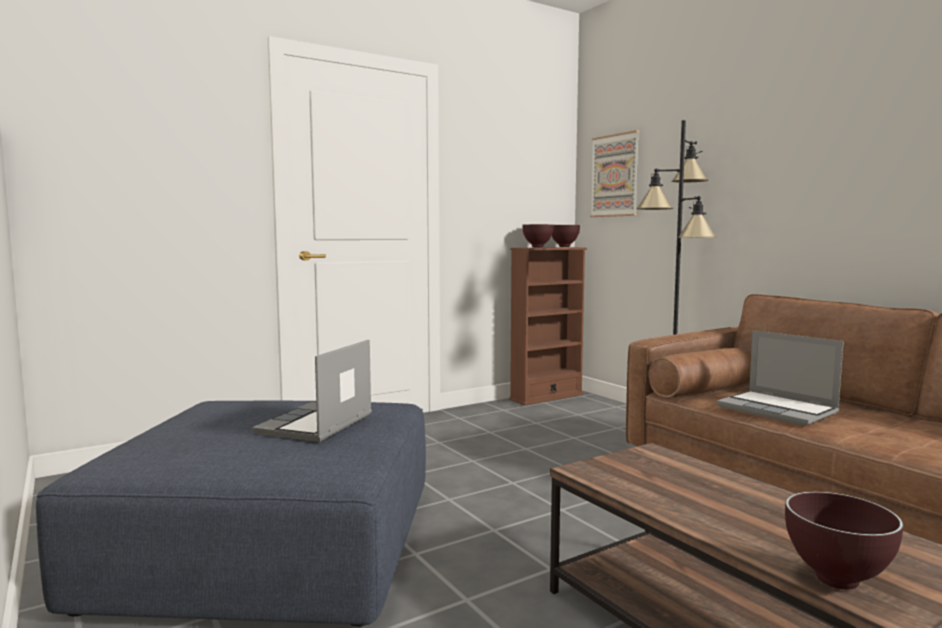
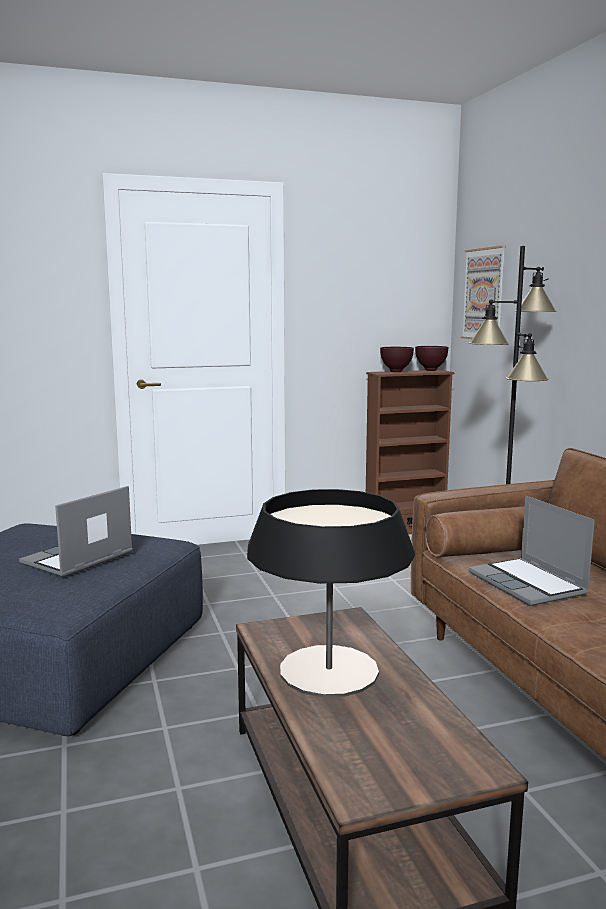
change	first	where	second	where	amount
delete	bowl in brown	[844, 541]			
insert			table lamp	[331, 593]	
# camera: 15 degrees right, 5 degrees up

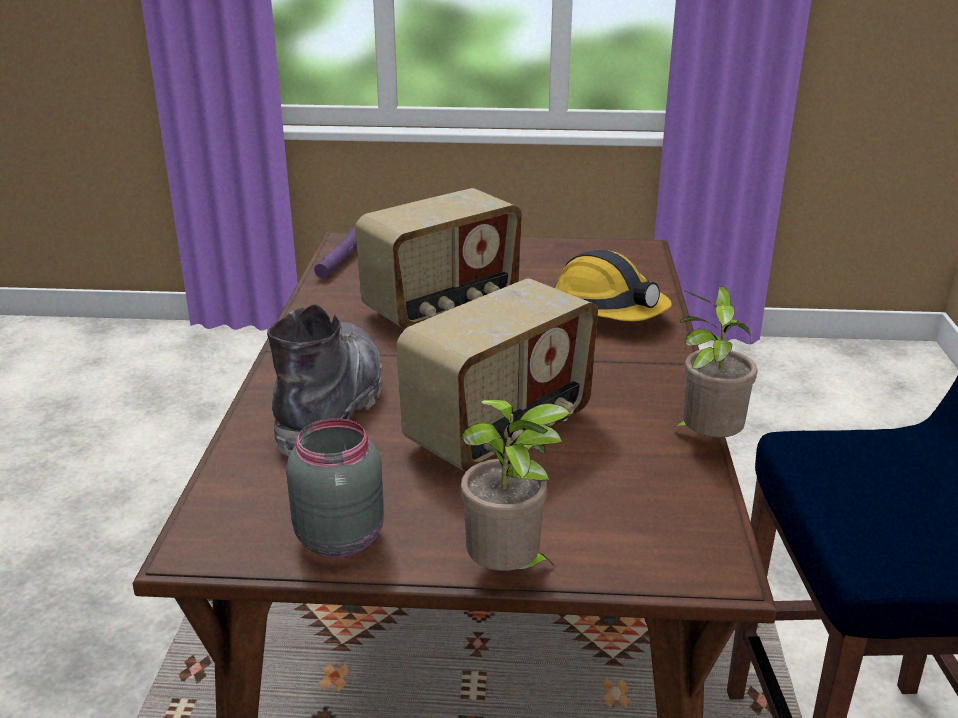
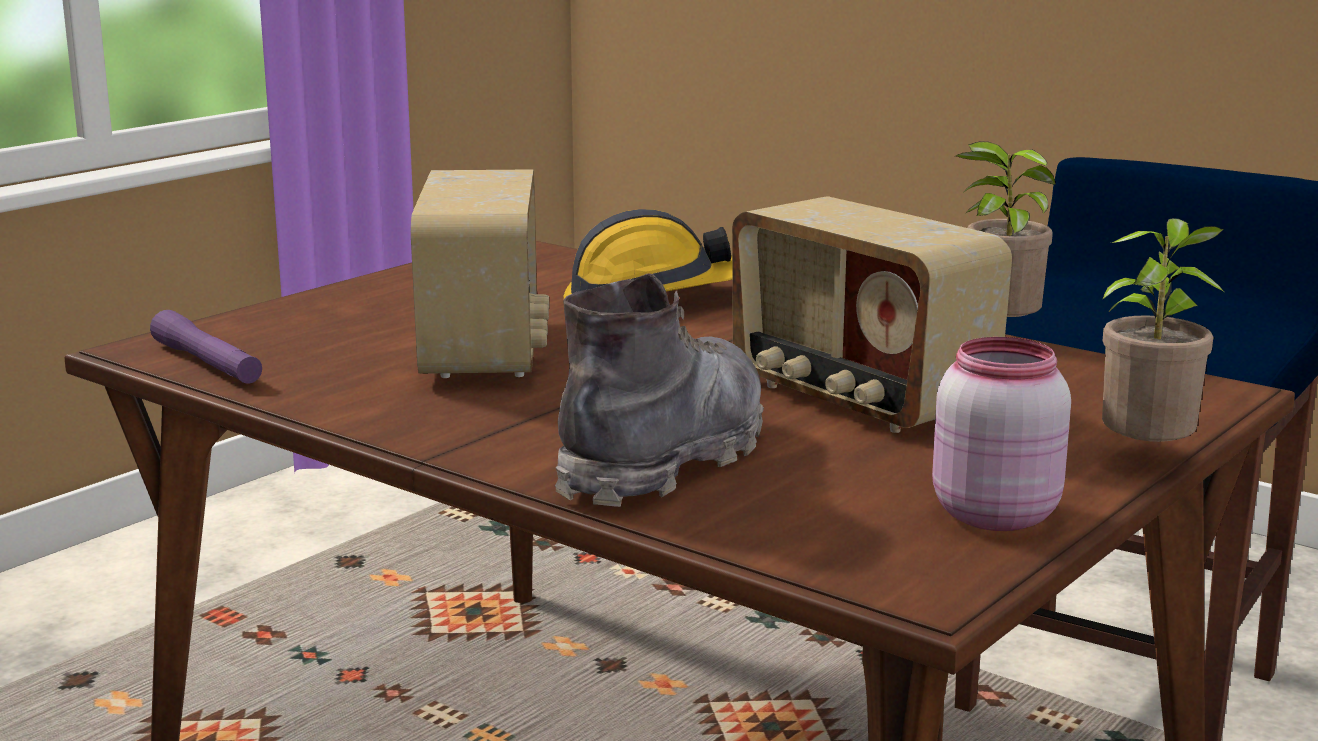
change	first	where	second	where	amount
rotate	boot in grey	[324, 380]		[659, 390]	75 degrees clockwise
recolor	jar in grey	[335, 488]	jar in pink	[1001, 434]	
rotate	radio	[497, 375]		[872, 314]	150 degrees clockwise
# camera: 55 degrees left, 10 degrees down

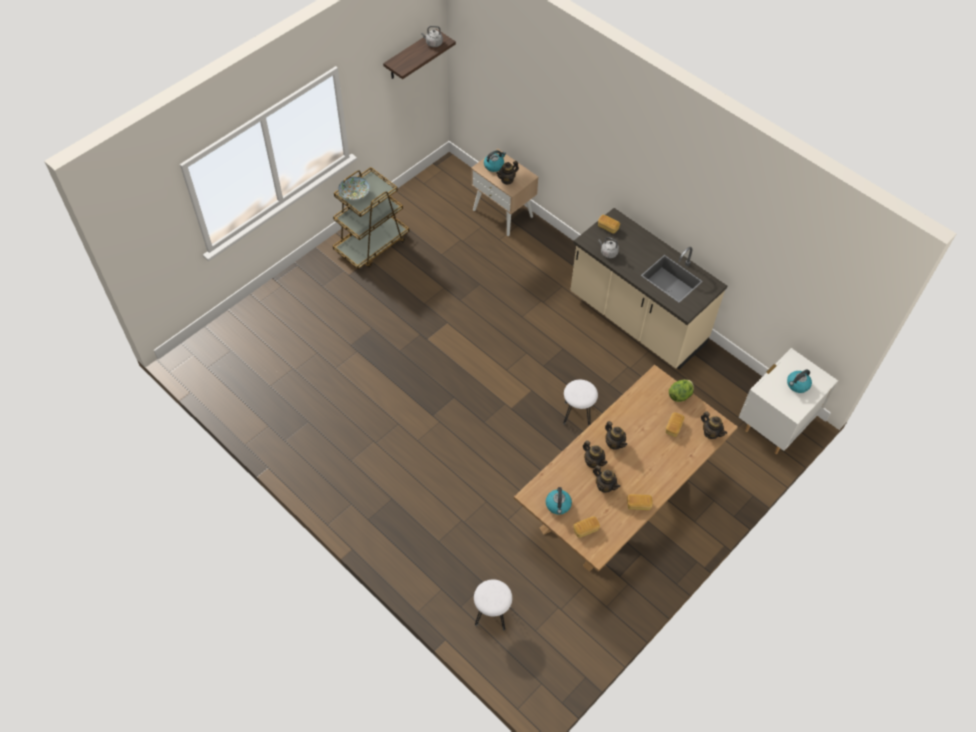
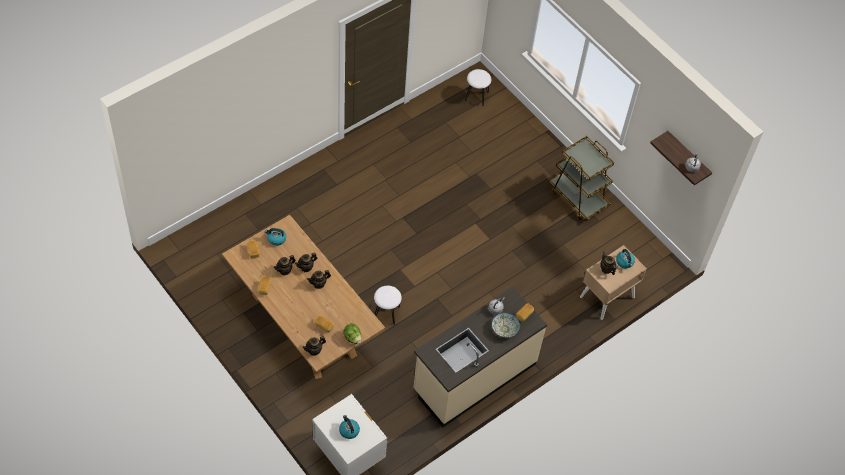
change	first	where	second	where	amount
move	bowl	[354, 188]		[506, 325]	
move	stool in white	[493, 604]		[478, 88]	
# camera: 95 degrees right, 0 degrees up

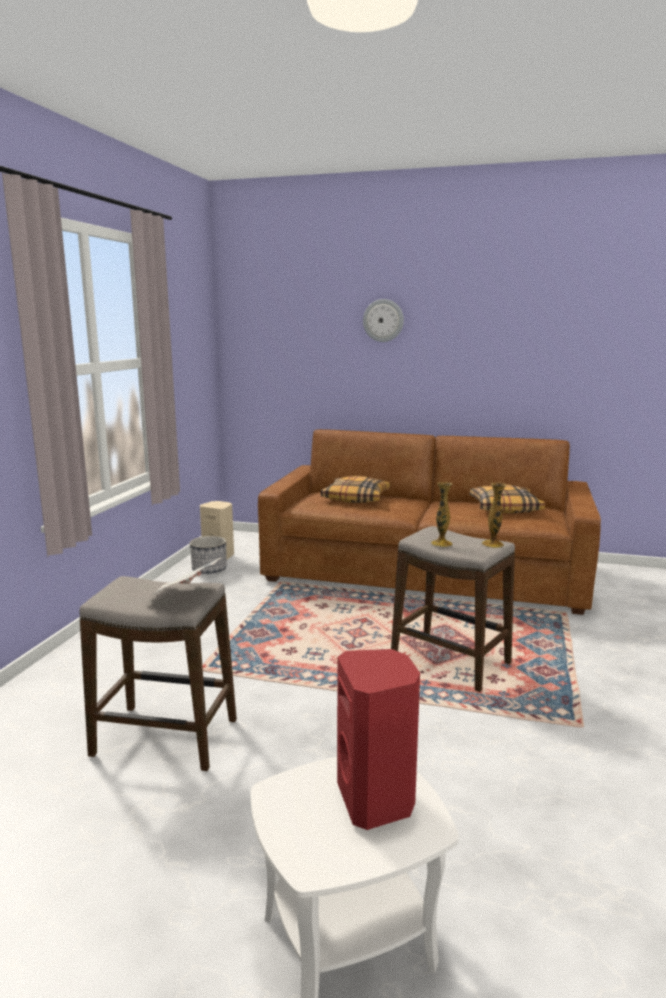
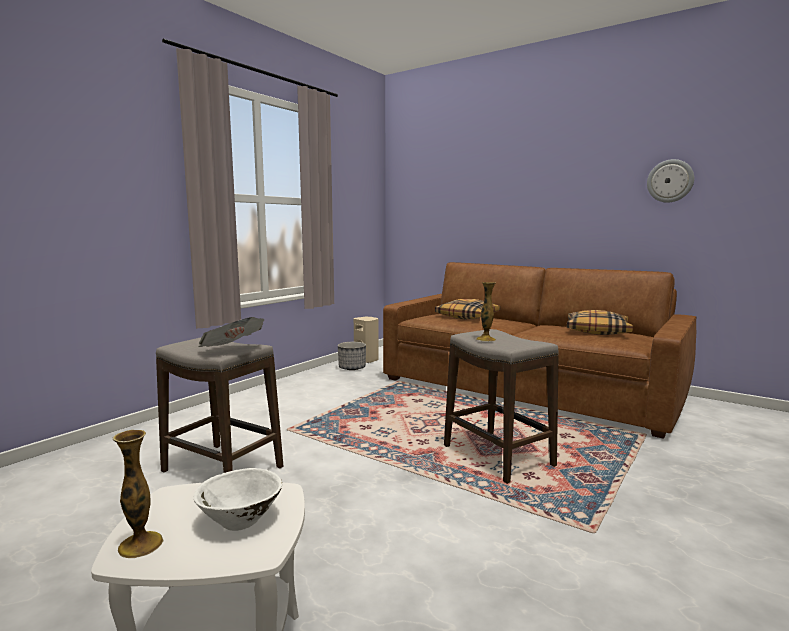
change	first	where	second	where	amount
replace	speaker in red	[378, 739]	bowl in white	[238, 499]	
move	wall clock	[383, 320]		[670, 181]	
move	vase	[494, 515]		[138, 494]	
# camera: 20 degrees right, 5 degrees down

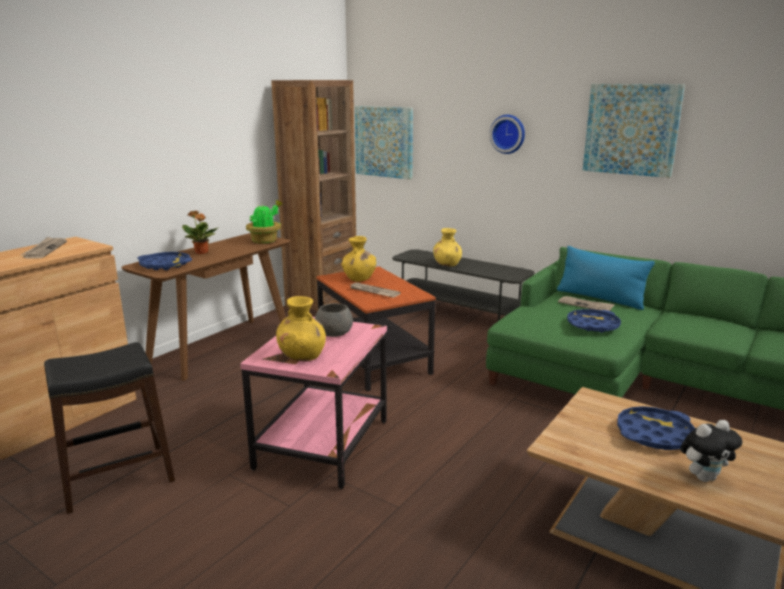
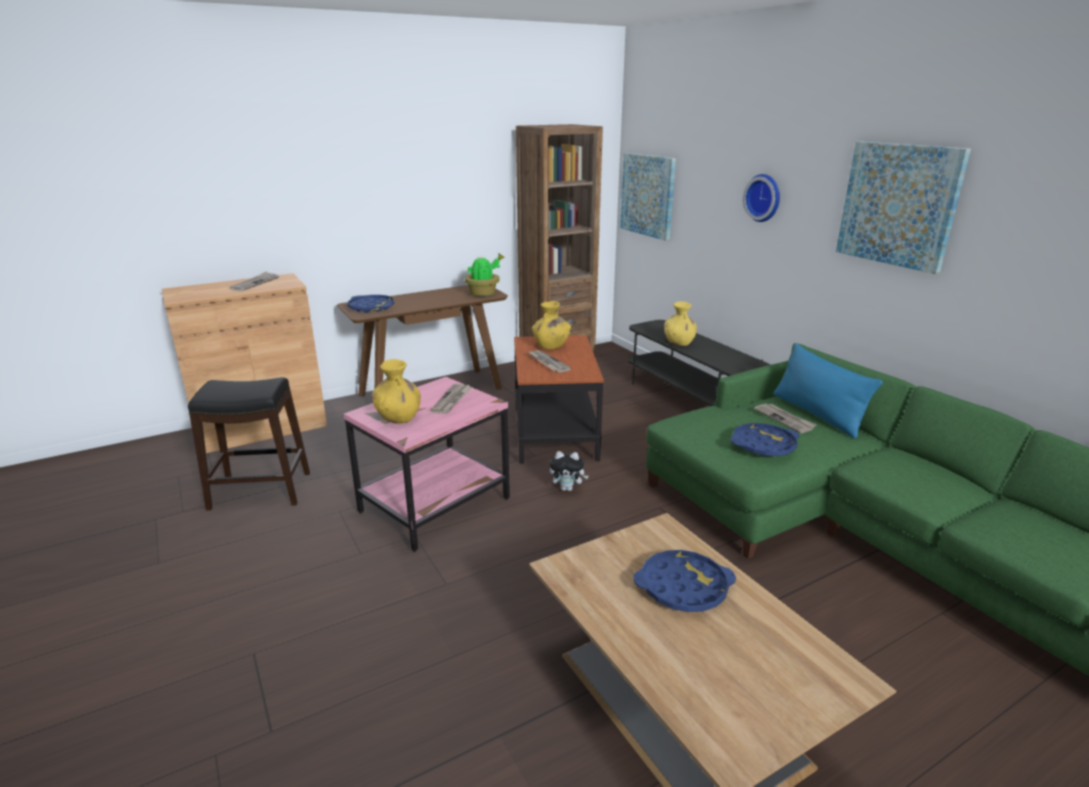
change	first	where	second	where	amount
delete	potted plant	[200, 232]			
replace	bowl in grey	[334, 320]	newspaper	[451, 399]	
move	plush toy	[711, 451]		[569, 471]	
# camera: 25 degrees right, 5 degrees up

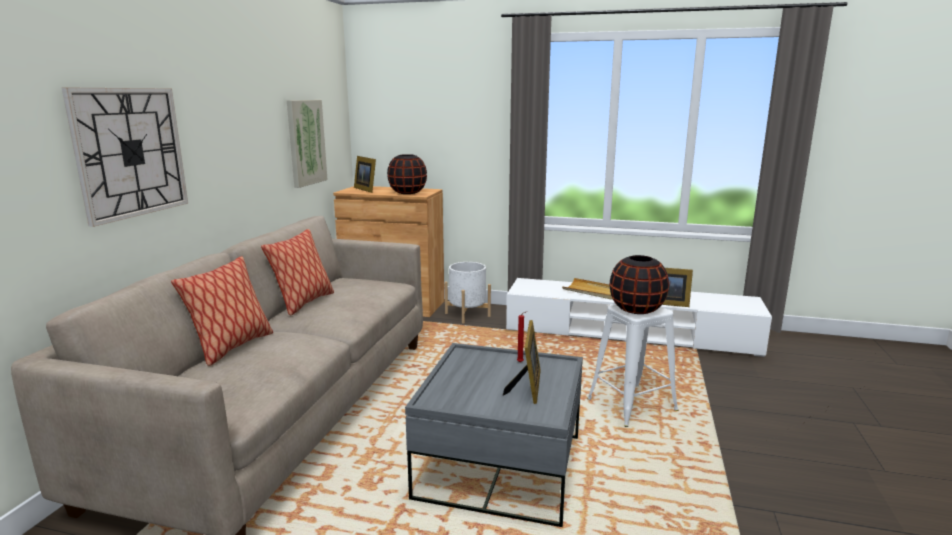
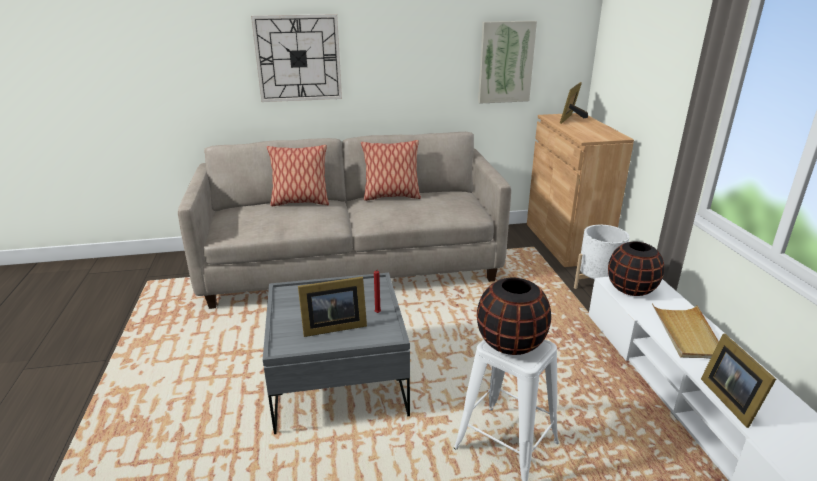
change	first	where	second	where	amount
move	vase in black	[407, 174]		[636, 269]	
# camera: 65 degrees right, 10 degrees up

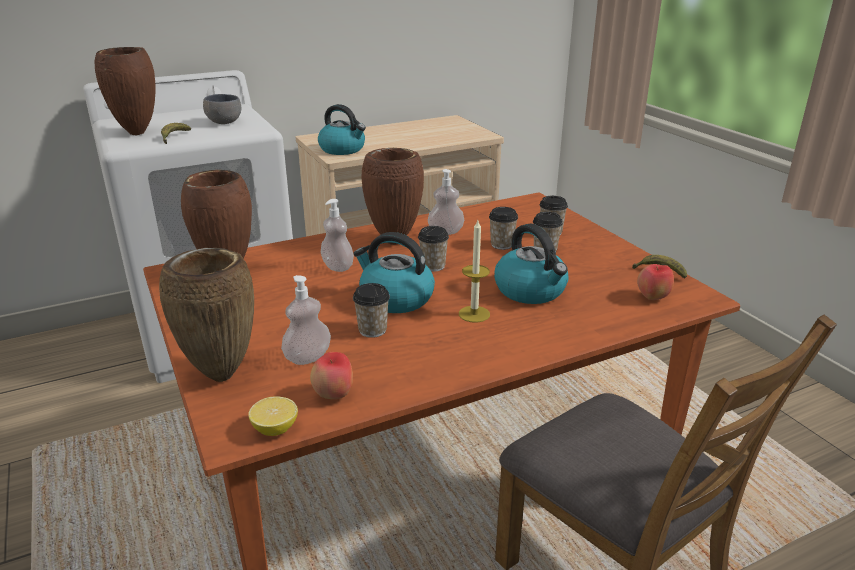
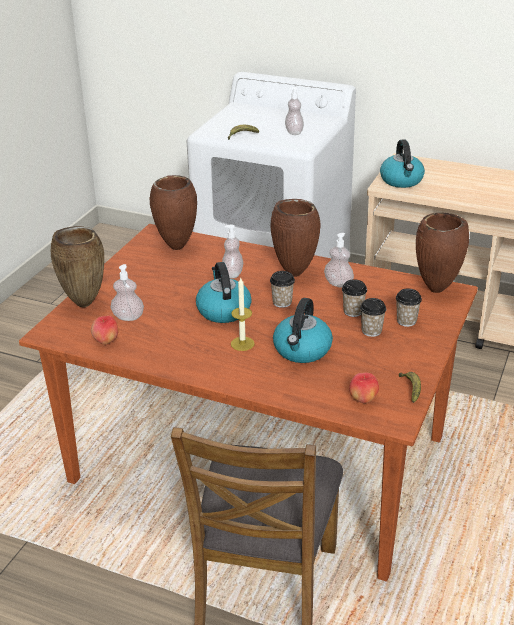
change	first	where	second	where	amount
move	vase in brown	[124, 91]		[442, 253]	
replace	bowl in grey	[222, 109]	soap dispenser	[294, 111]	
delete	lemon	[273, 416]			
delete	cup	[371, 310]			
# camera: 50 degrees right, 5 degrees up

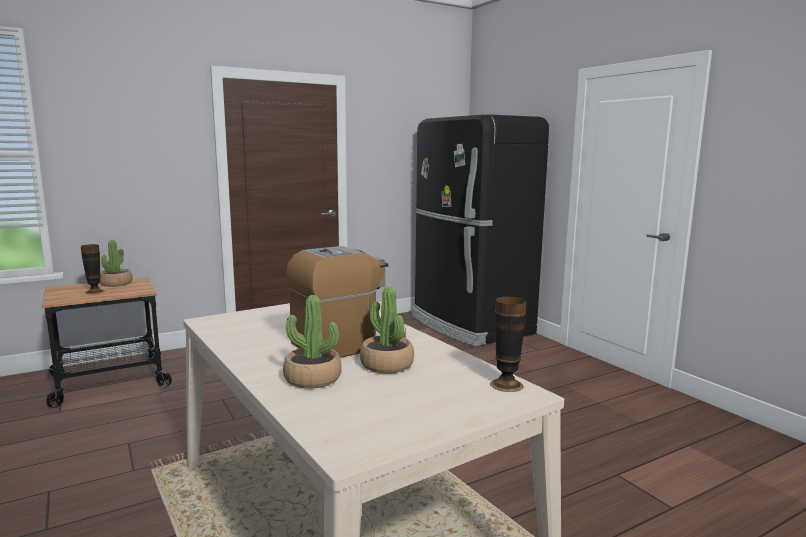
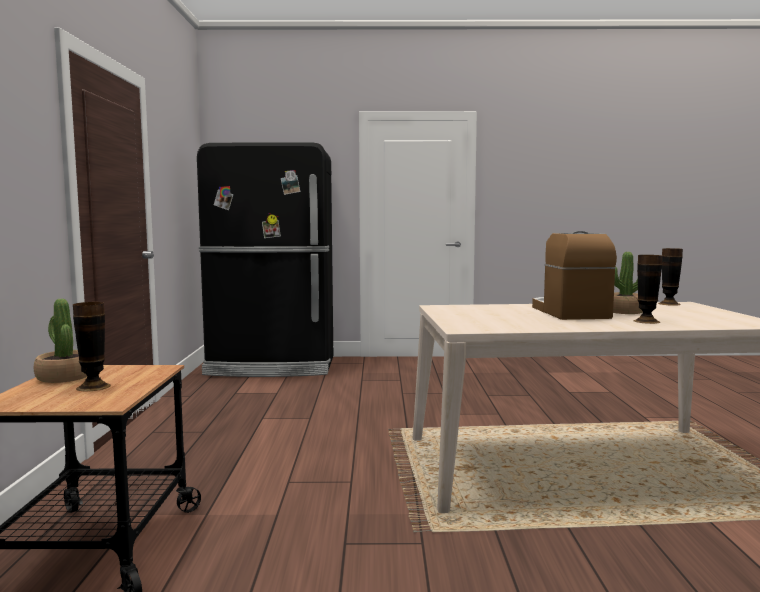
change	first	where	second	where	amount
replace	potted plant	[312, 342]	vase	[647, 289]	
# camera: 60 degrees left, 5 degrees down

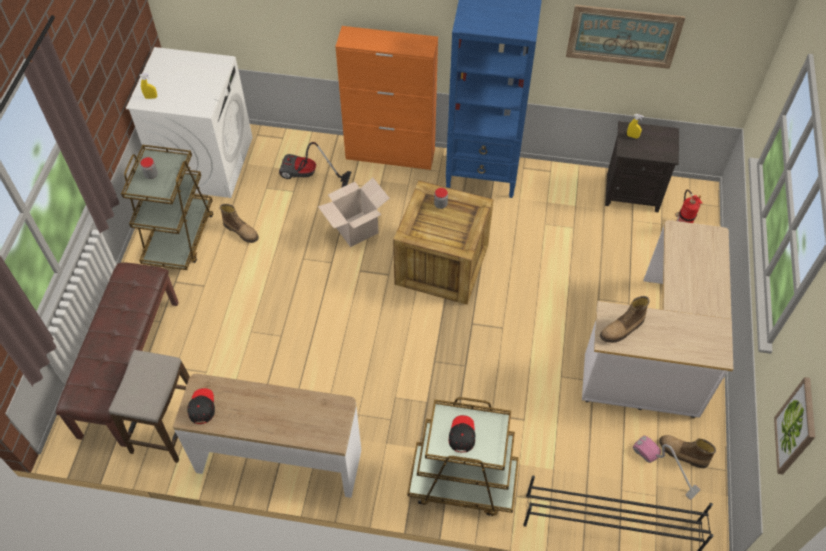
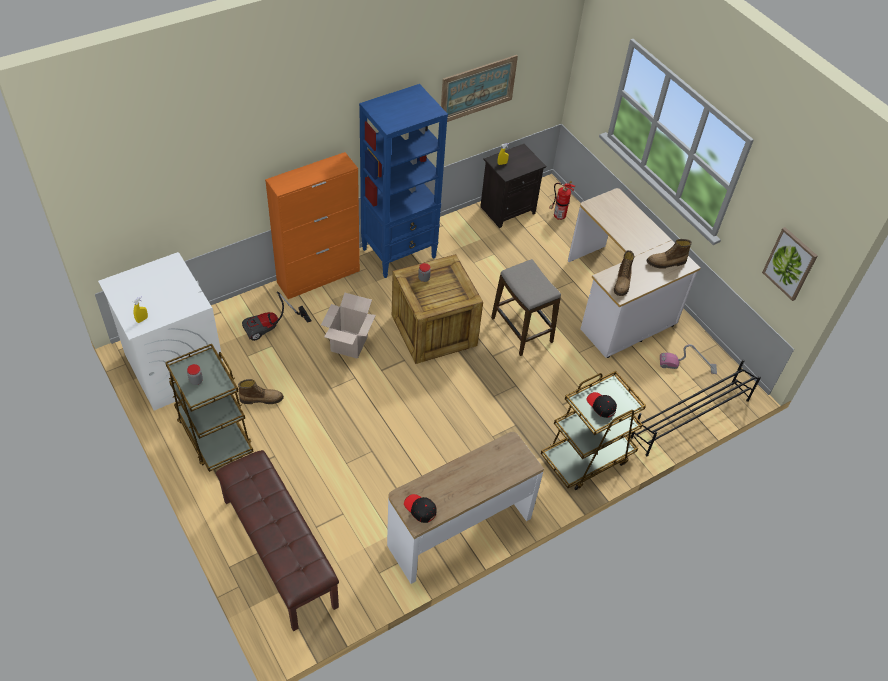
change	first	where	second	where	amount
move	stool	[149, 406]		[526, 307]	
move	boot	[687, 451]		[669, 254]	
# camera: 45 degrees left, 5 degrees down

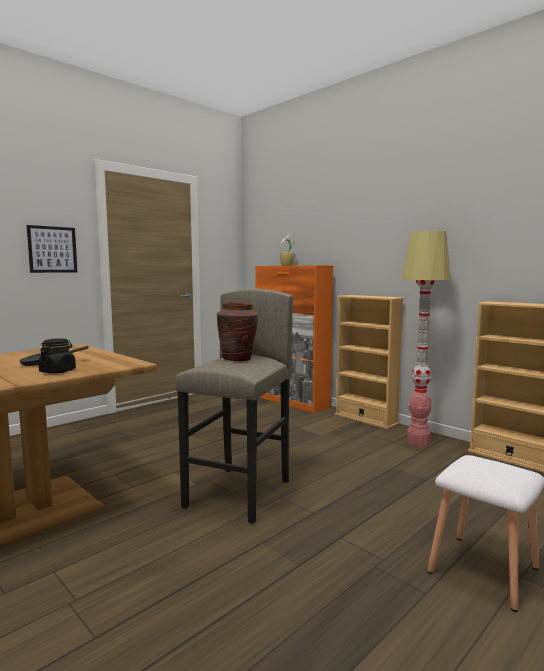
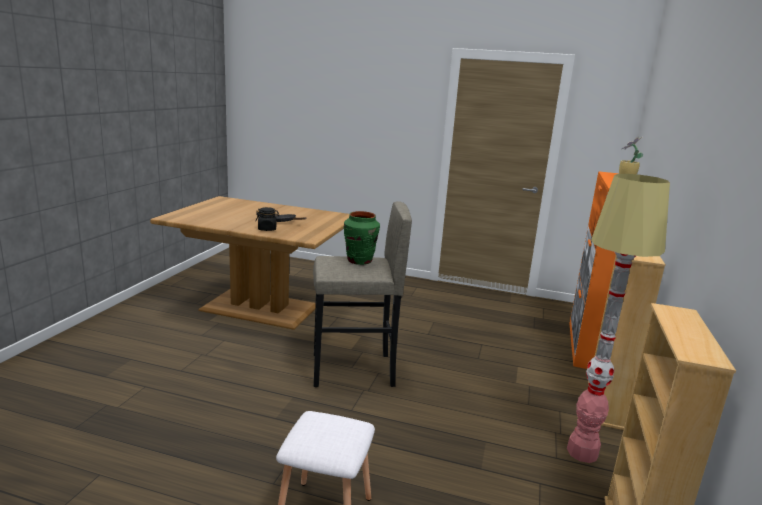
change	first	where	second	where	amount
delete	picture	[52, 249]			
recolor	vase in brown	[237, 332]	vase in green	[362, 238]	
# camera: 60 degrees right, 10 degrees up

